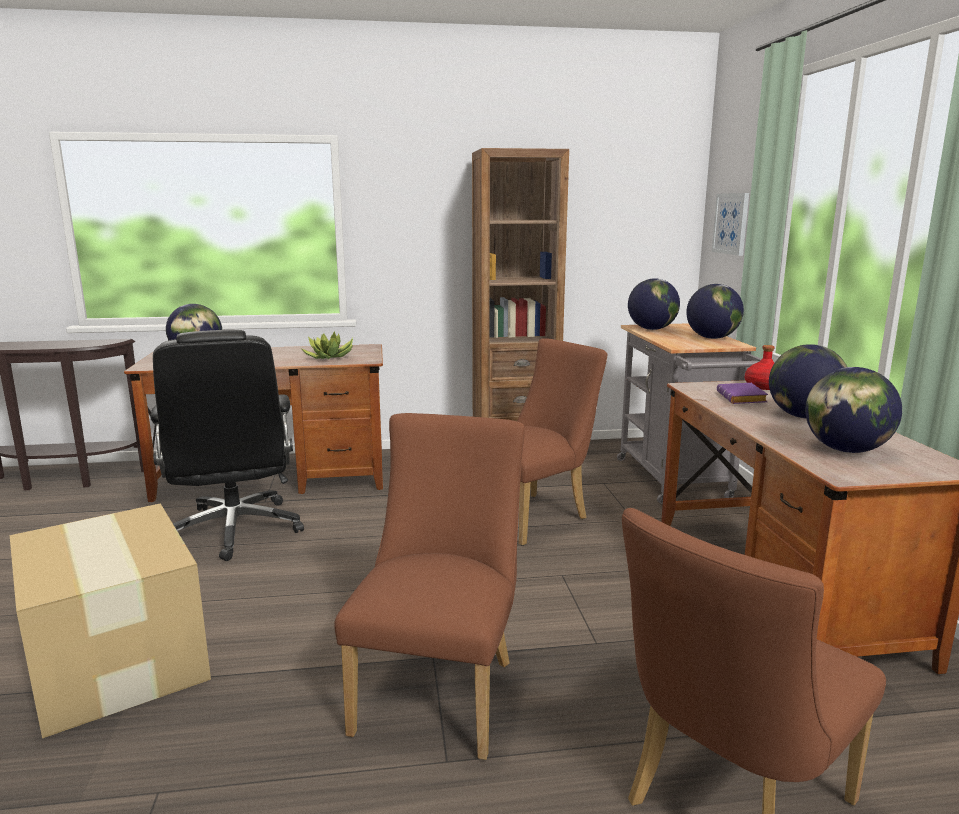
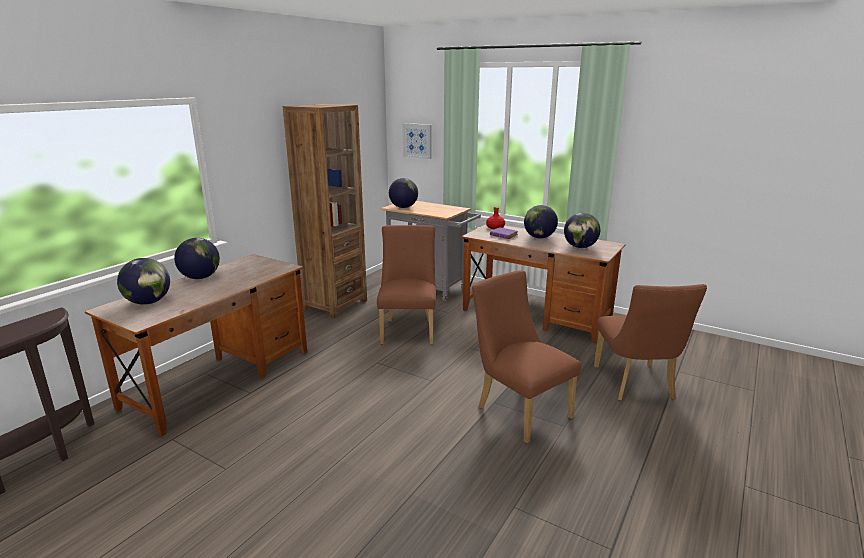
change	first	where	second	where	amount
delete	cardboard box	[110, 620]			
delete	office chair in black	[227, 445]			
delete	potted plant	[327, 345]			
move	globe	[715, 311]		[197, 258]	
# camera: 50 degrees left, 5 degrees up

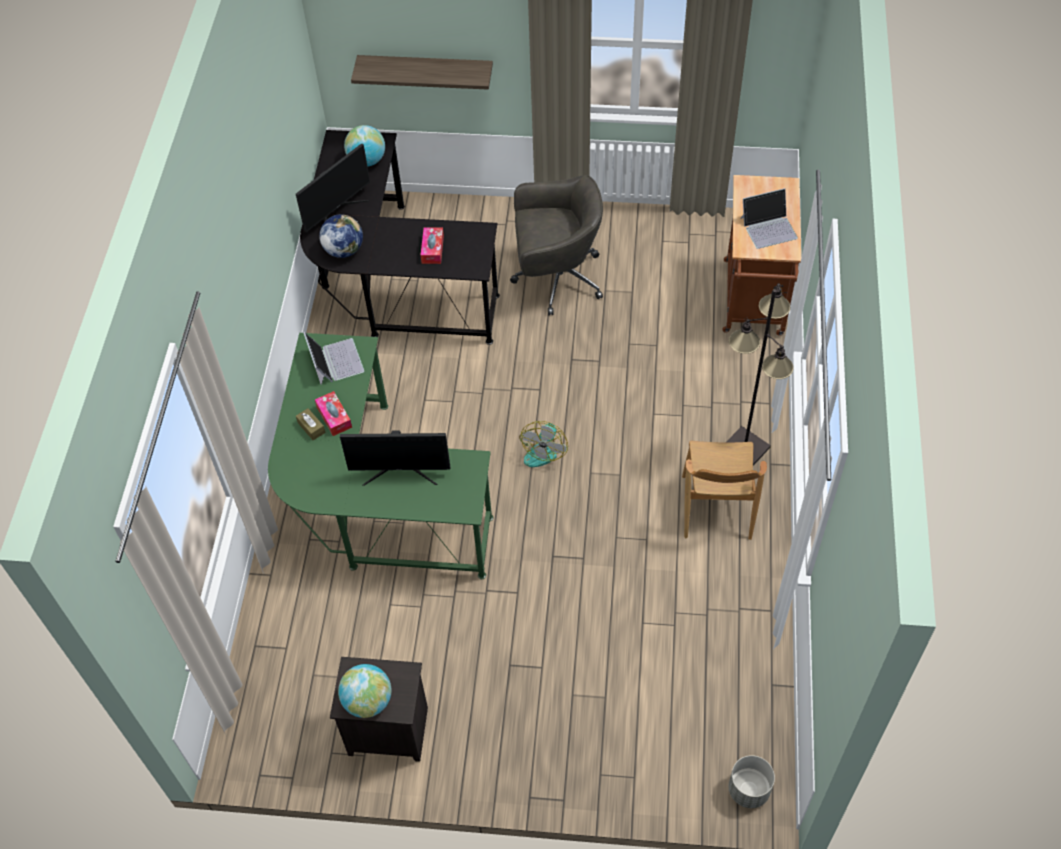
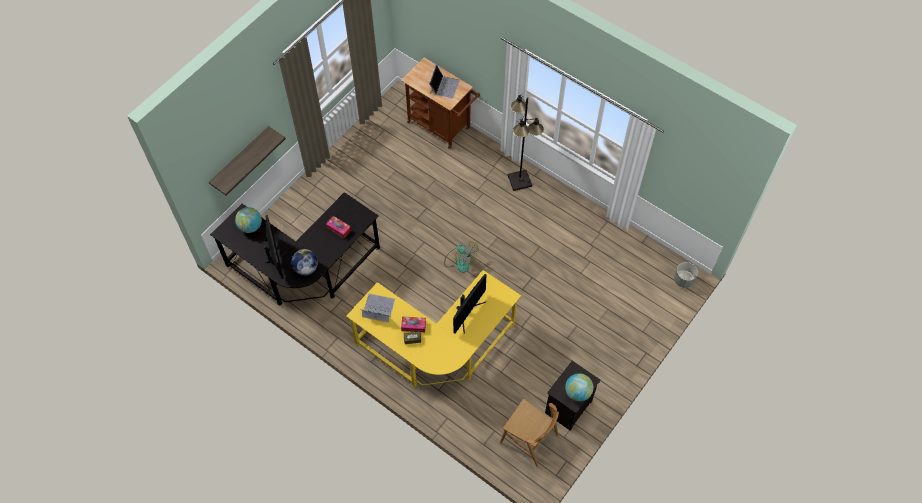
change	first	where	second	where	amount
recolor	desk in green	[381, 456]	desk in yellow	[433, 329]	
delete	office chair in grey	[556, 245]			
move	chair in brown	[724, 490]		[529, 433]	
# camera: 60 degrees left, 5 degrees up

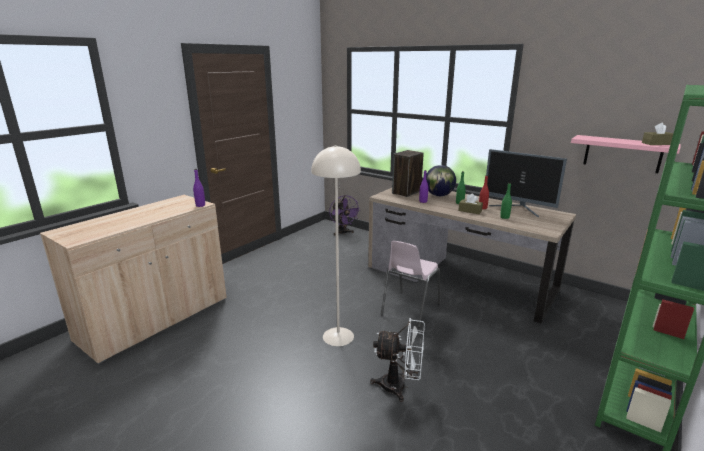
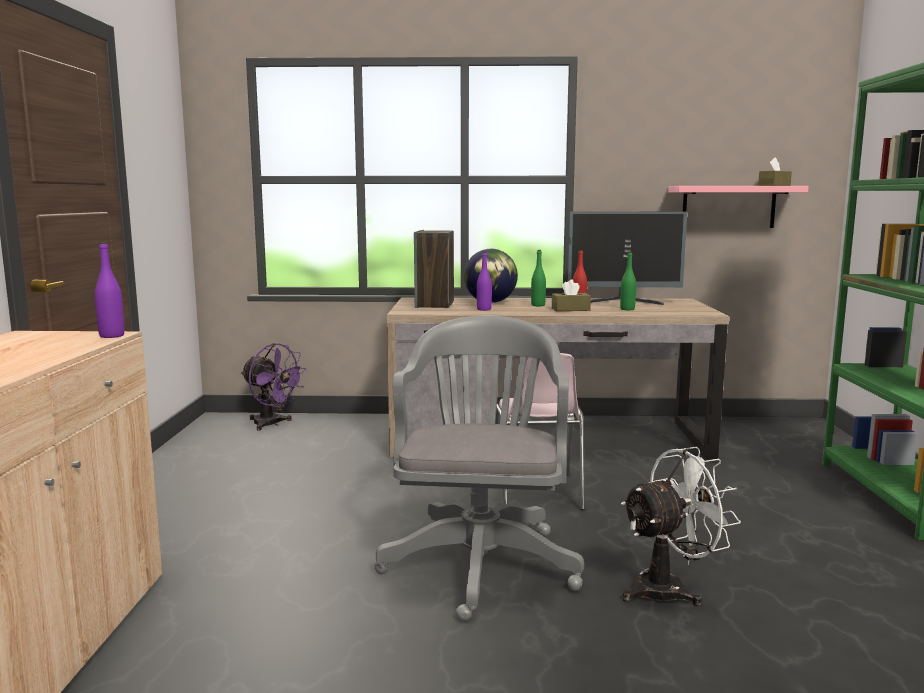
change	first	where	second	where	amount
replace	floor lamp in beige	[336, 245]	office chair in grey	[479, 468]	
# camera: 35 degrees left, 10 degrees down

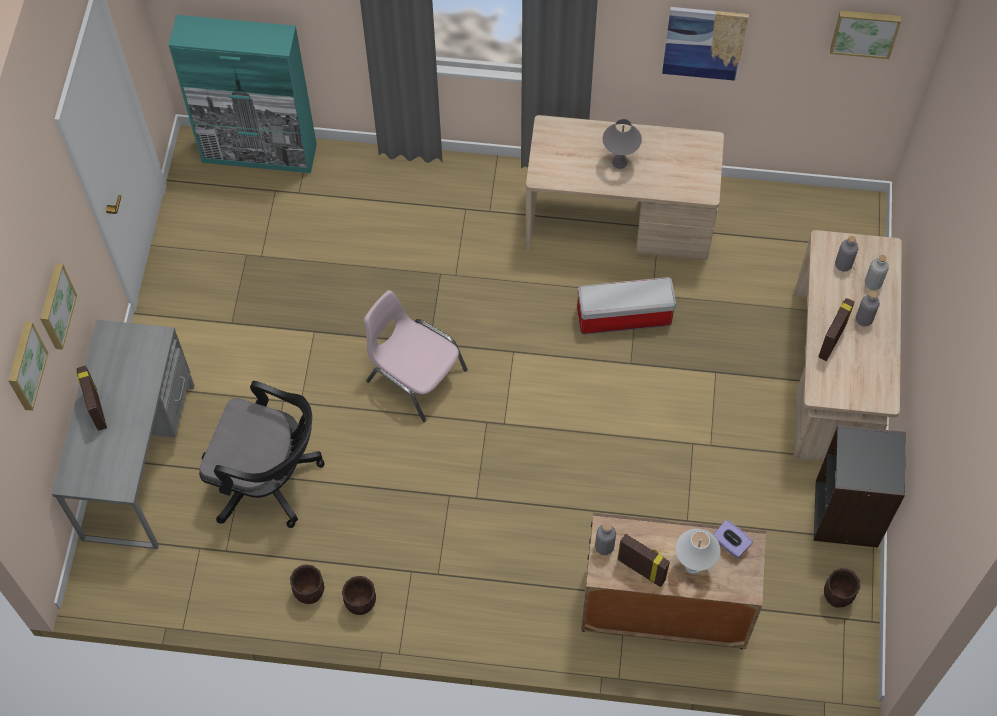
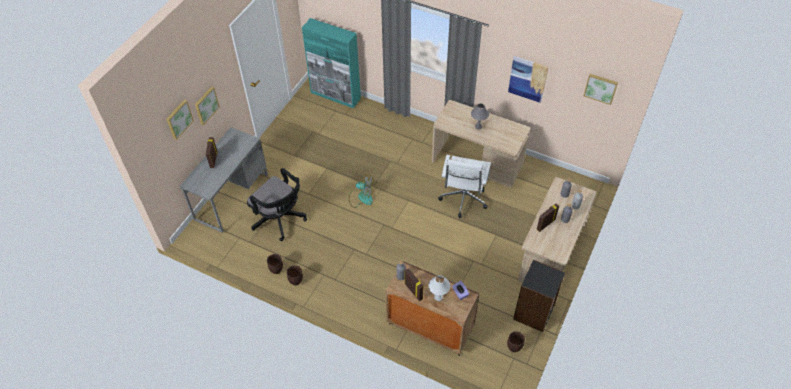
change	first	where	second	where	amount
replace	chair in pink	[416, 356]	fan	[361, 190]	
replace	storage box	[626, 305]	office chair in white	[464, 186]	
# camera: 20 degrees right, 10 degrees down

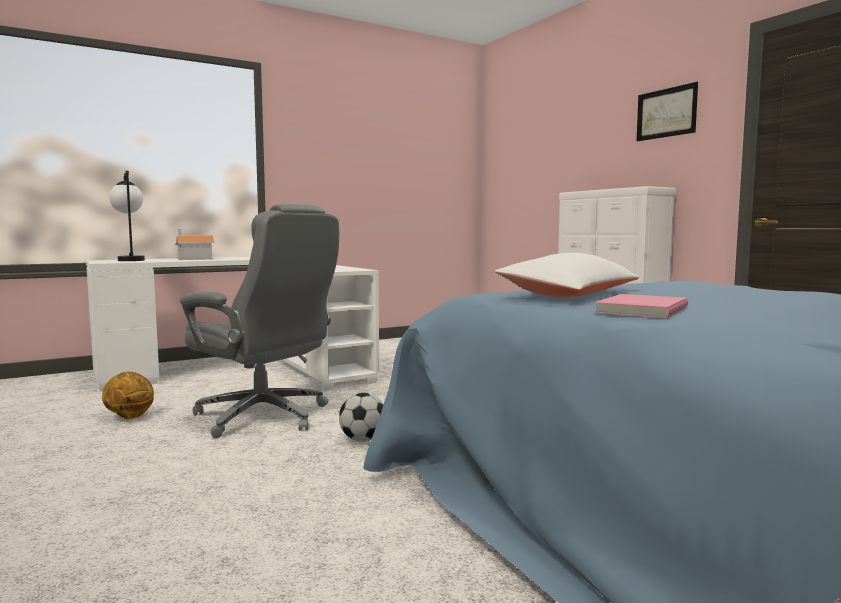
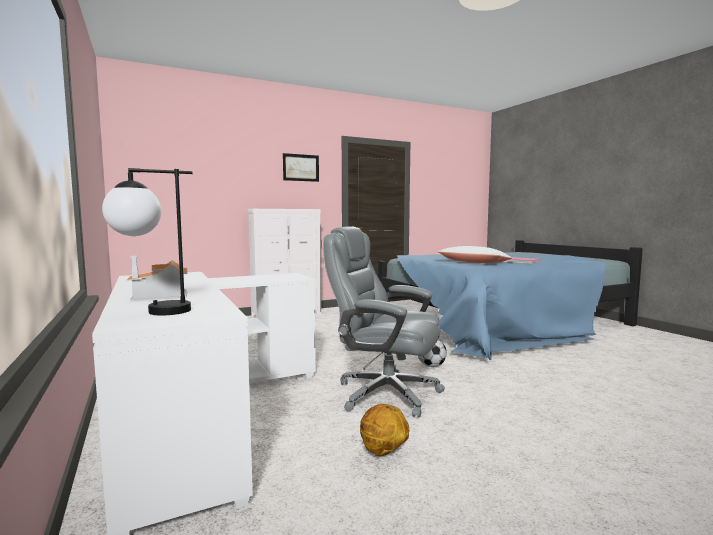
change	first	where	second	where	amount
rotate	office chair in grey	[259, 321]		[384, 322]	105 degrees counterclockwise
# camera: 85 degrees left, 0 degrees up

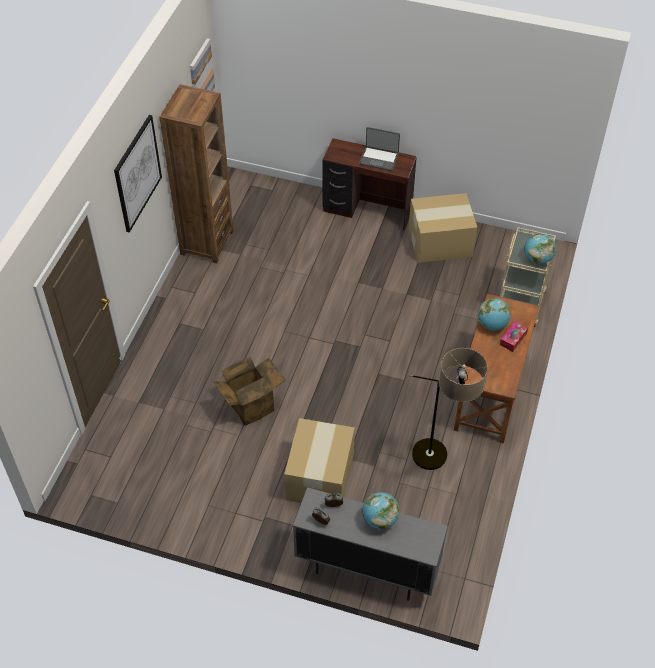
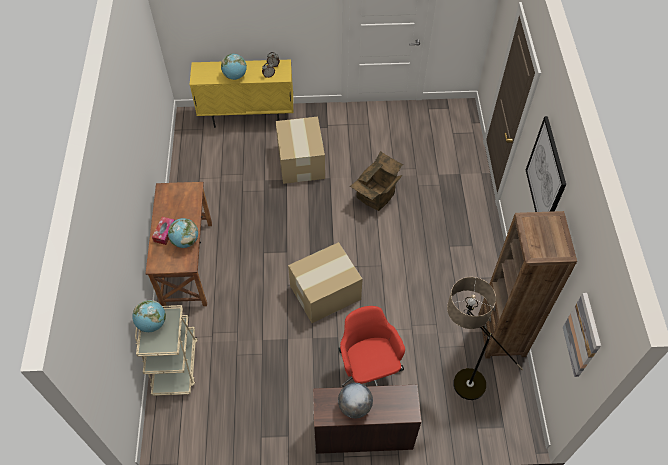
change	first	where	second	where	amount
recolor	cabinet in grey	[370, 544]	cabinet in yellow	[241, 94]	
replace	laptop	[379, 149]	globe	[355, 400]	
move	floor lamp	[448, 409]		[485, 338]	
move	cardboard box	[443, 228]		[325, 282]	
insert			office chair in red	[371, 347]	
# camera: 160 degrees right, 5 degrees up

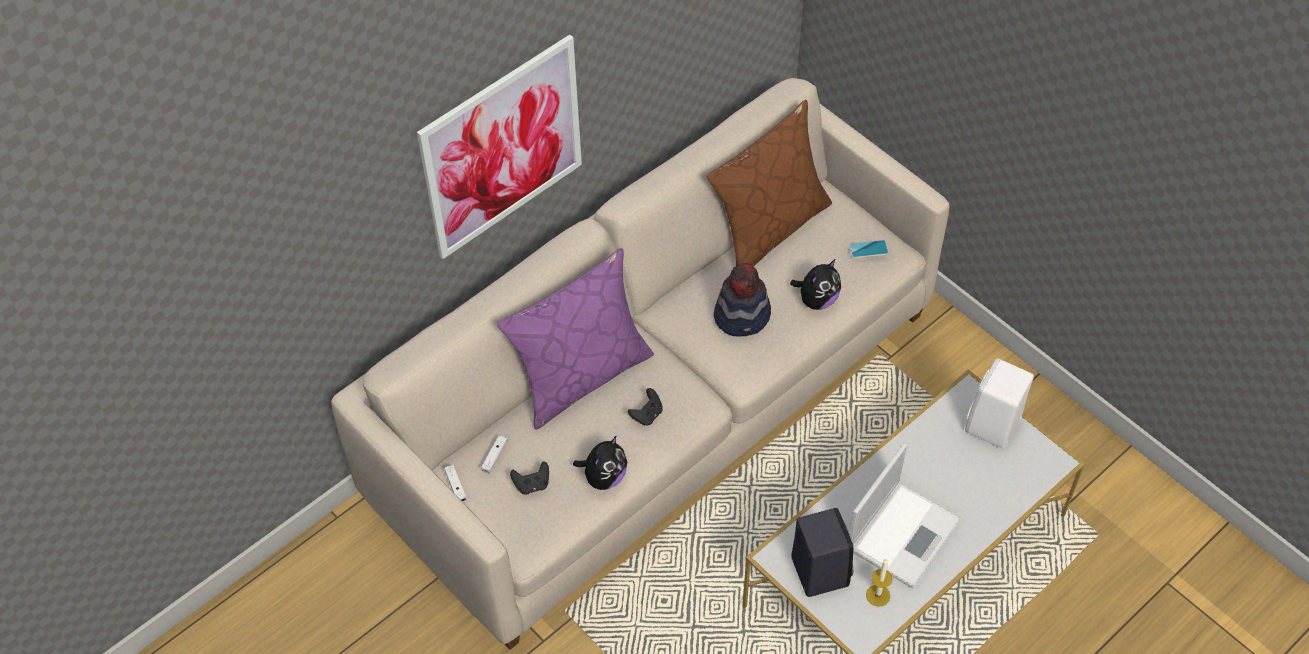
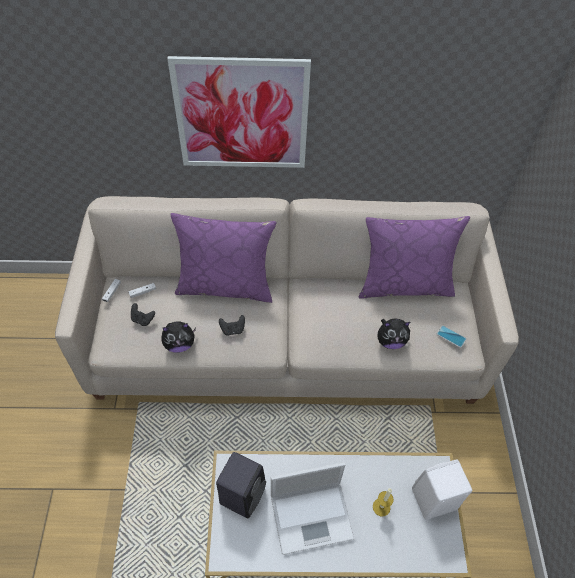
change	first	where	second	where	amount
recolor	pillow in brown	[769, 183]	pillow in purple	[414, 257]	
delete	hat	[742, 300]			
move	candle	[879, 583]		[383, 502]	
# camera: 40 degrees right, 0 degrees up

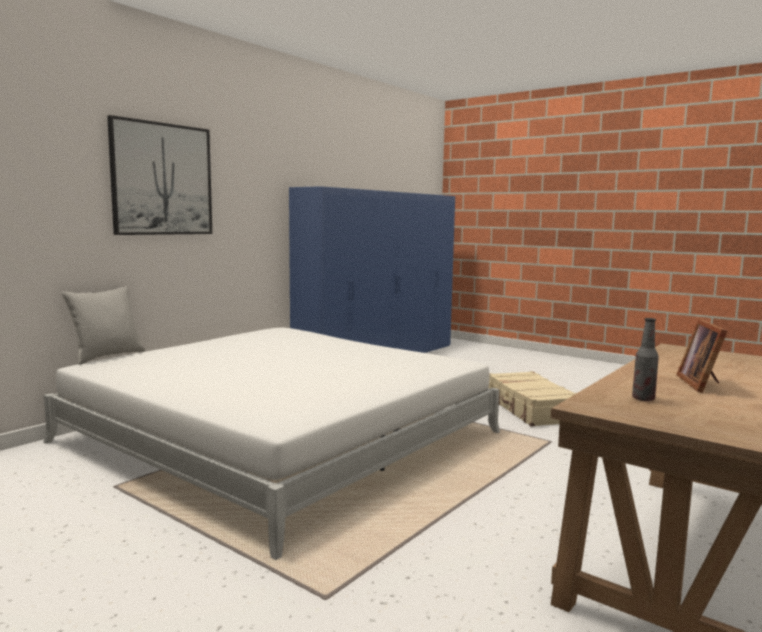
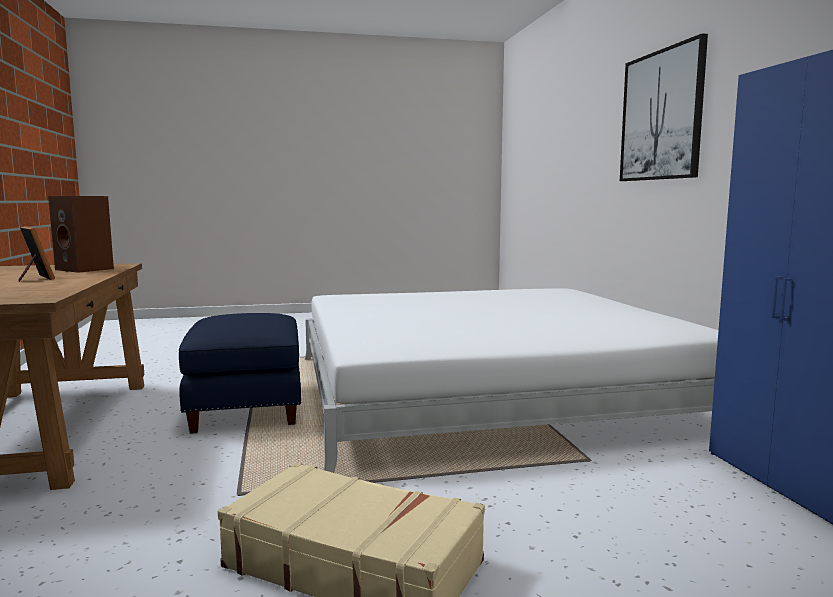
change	first	where	second	where	amount
delete	pillow in grey	[103, 326]			
replace	bottle	[645, 359]	speaker in brown	[81, 234]	
insert			ottoman in blue	[240, 373]	
# camera: 130 degrees right, 0 degrees up

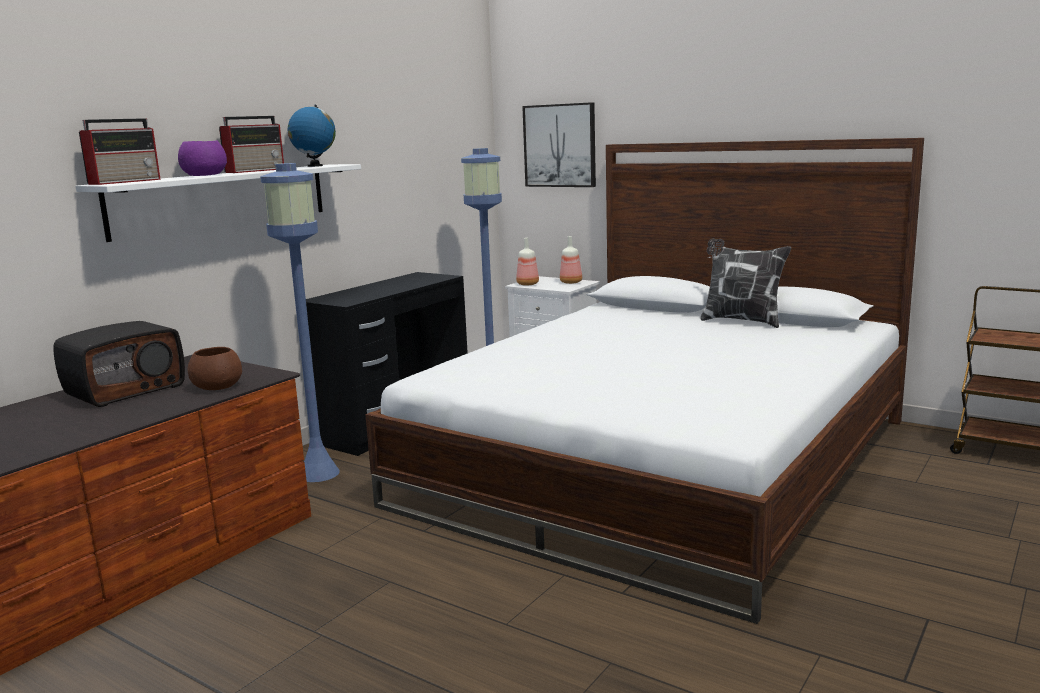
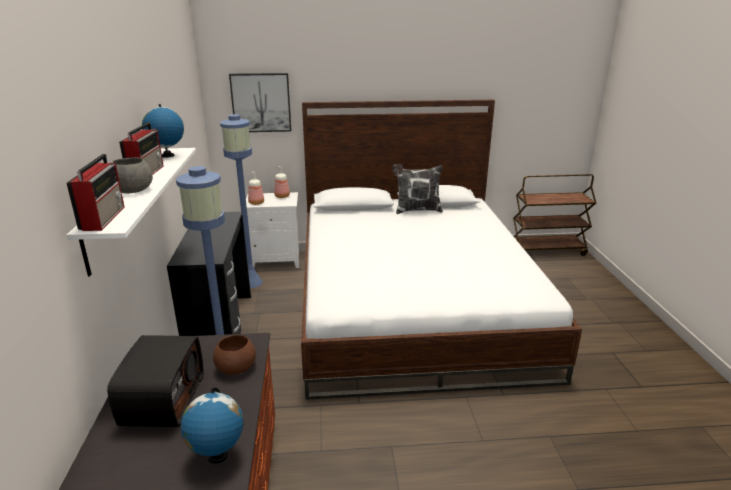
change	first	where	second	where	amount
recolor	bowl in purple	[202, 158]	bowl in grey	[132, 175]	
insert			globe	[212, 425]	
# camera: 40 degrees left, 10 degrees up

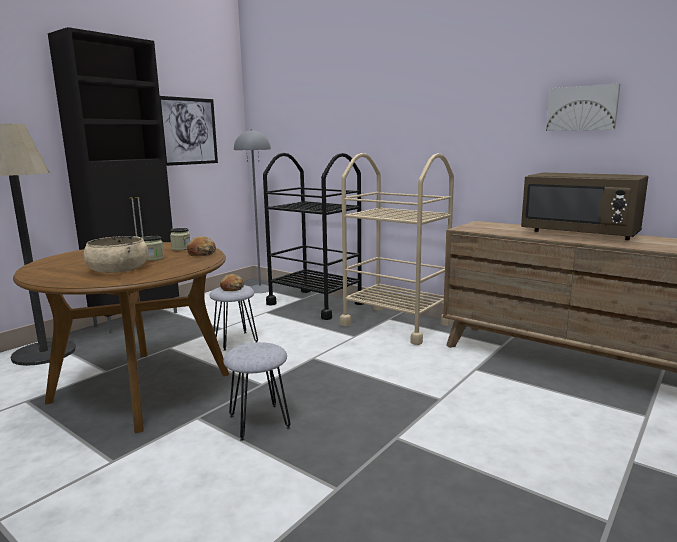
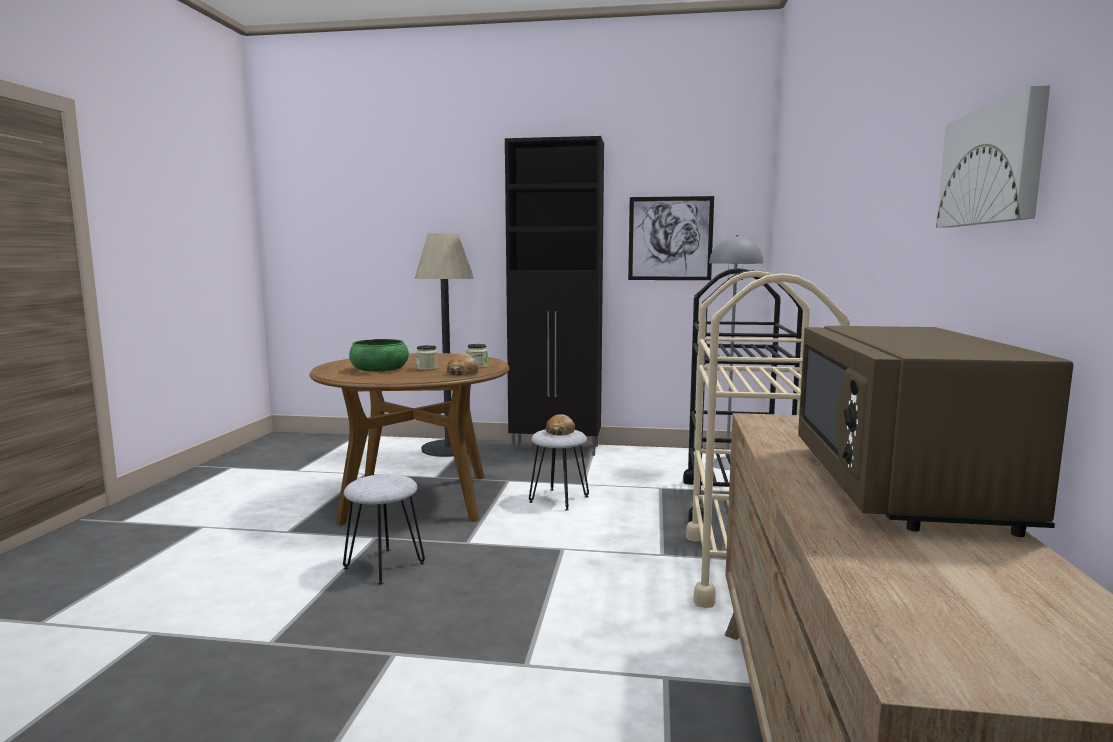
change	first	where	second	where	amount
recolor	bowl in beige	[116, 254]	bowl in green	[379, 355]	
# camera: 60 degrees right, 5 degrees down

